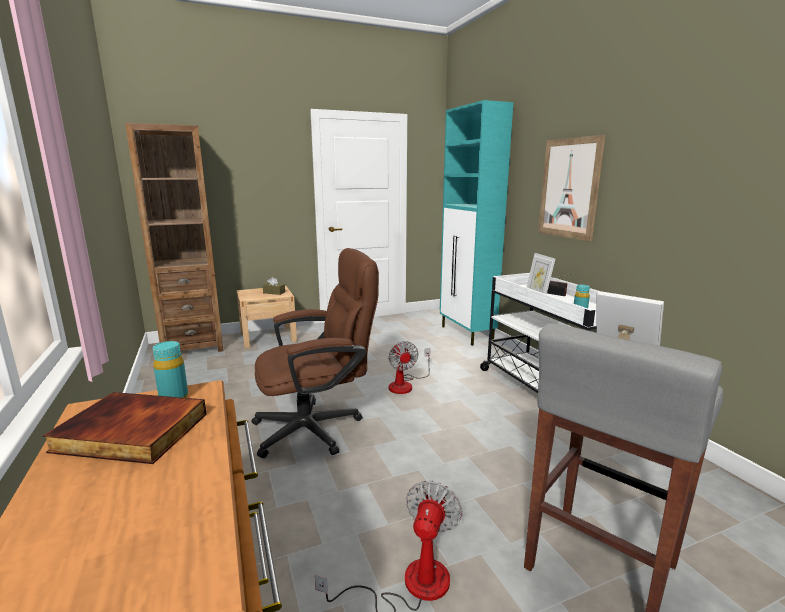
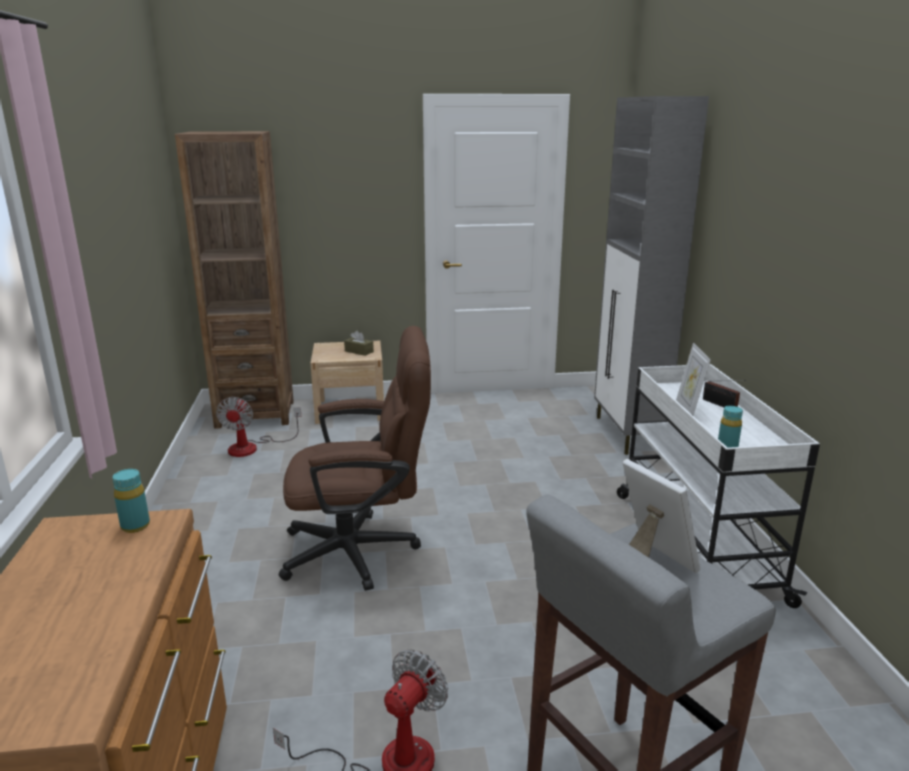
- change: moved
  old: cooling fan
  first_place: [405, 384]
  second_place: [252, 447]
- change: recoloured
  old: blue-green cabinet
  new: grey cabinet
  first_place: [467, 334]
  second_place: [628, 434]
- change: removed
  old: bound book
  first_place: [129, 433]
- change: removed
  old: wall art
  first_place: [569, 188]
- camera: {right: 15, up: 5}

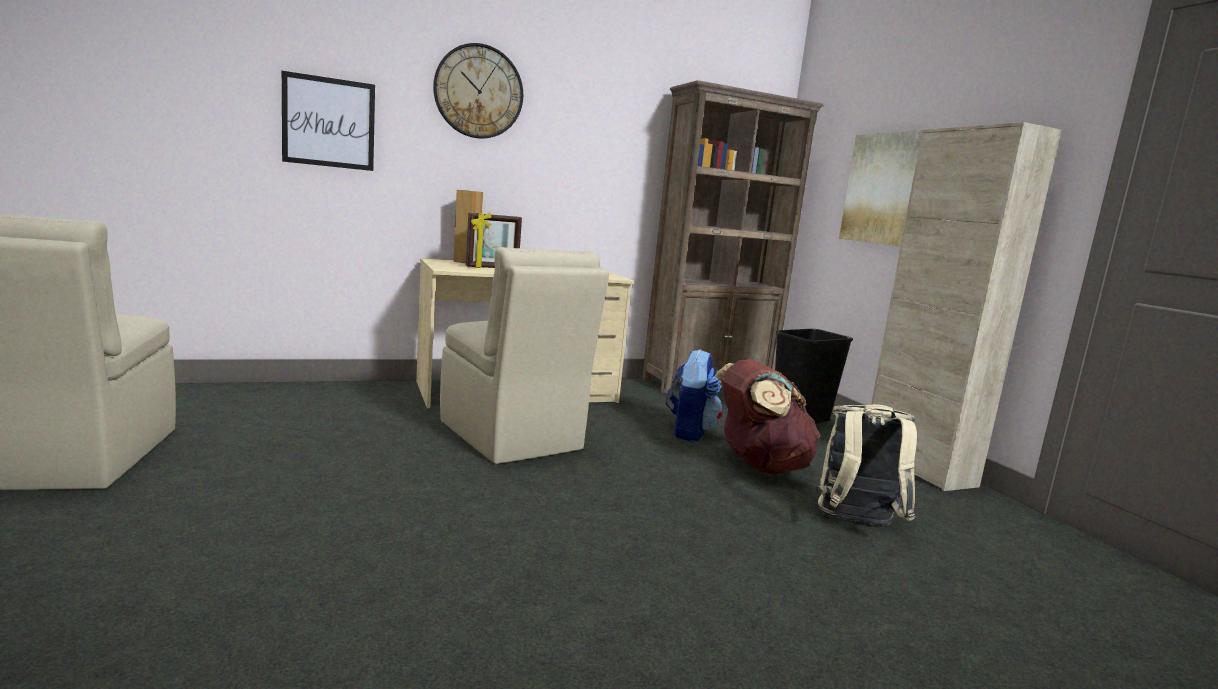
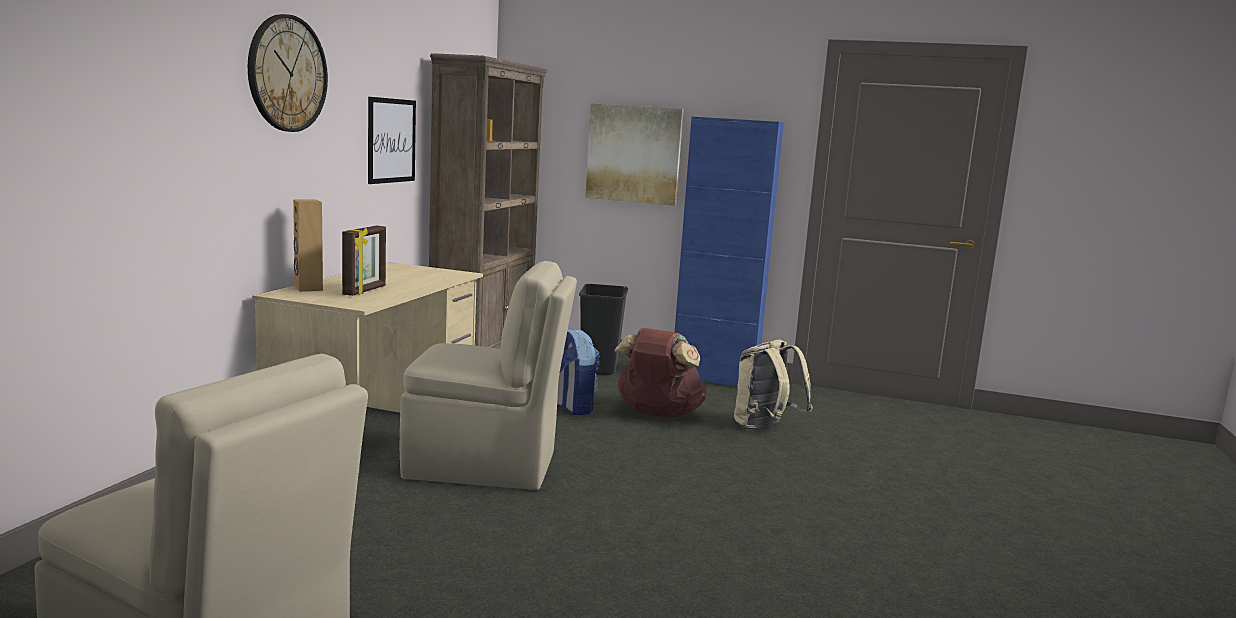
- change: moved
  old: wall art
  first_place: [329, 122]
  second_place: [391, 140]
- change: recoloured
  old: beige cabinet
  new: blue-coloured cabinet
  first_place: [917, 467]
  second_place: [714, 379]
- camera: {right: -50, up: 0}

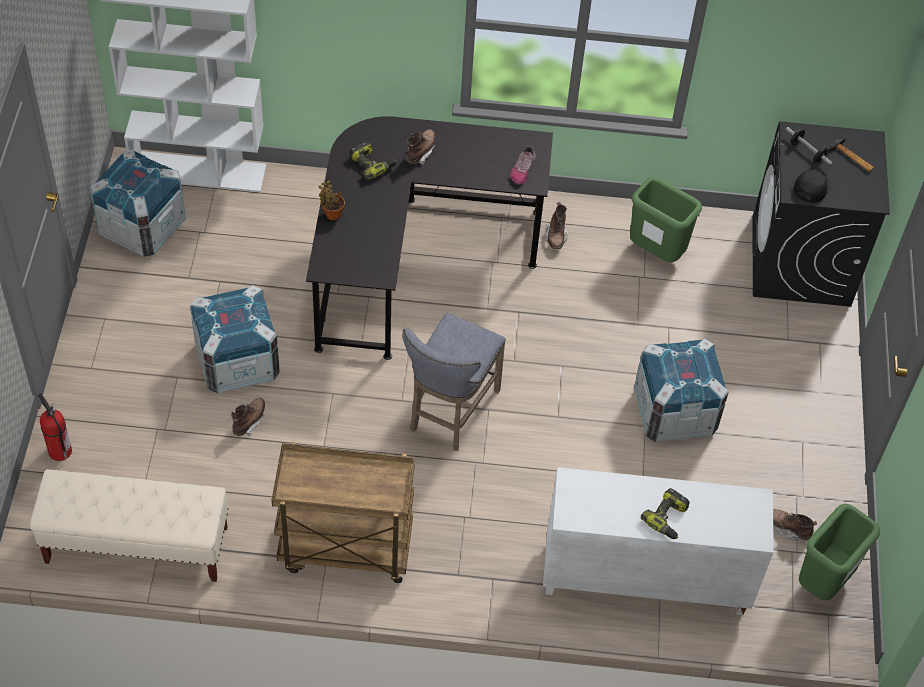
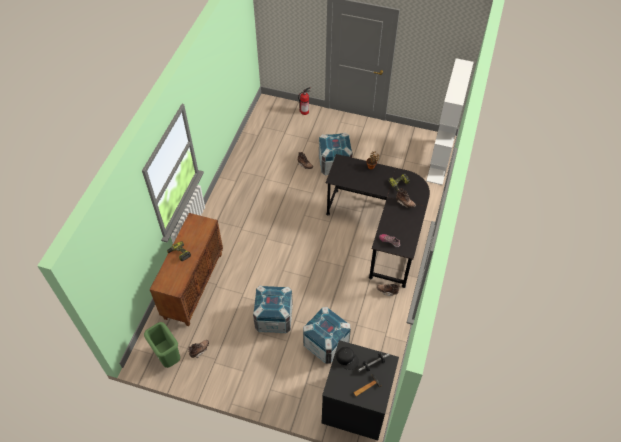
- change: recoloured
  old: white cabinet
  new: brownish cabinet
  first_place: [643, 579]
  second_place: [193, 285]
- change: moved
  old: crate
  first_place: [142, 227]
  second_place: [326, 343]
- change: removed
  old: beige indoor bench
  first_place: [136, 545]
- change: removed
  old: brownish trolley
  first_place: [344, 550]
- change: removed
  old: grey stool
  first_place: [450, 413]
- change: removed
  old: green-coloured rubbish bin
  first_place: [656, 253]
- camera: {right: 105, up: 0}

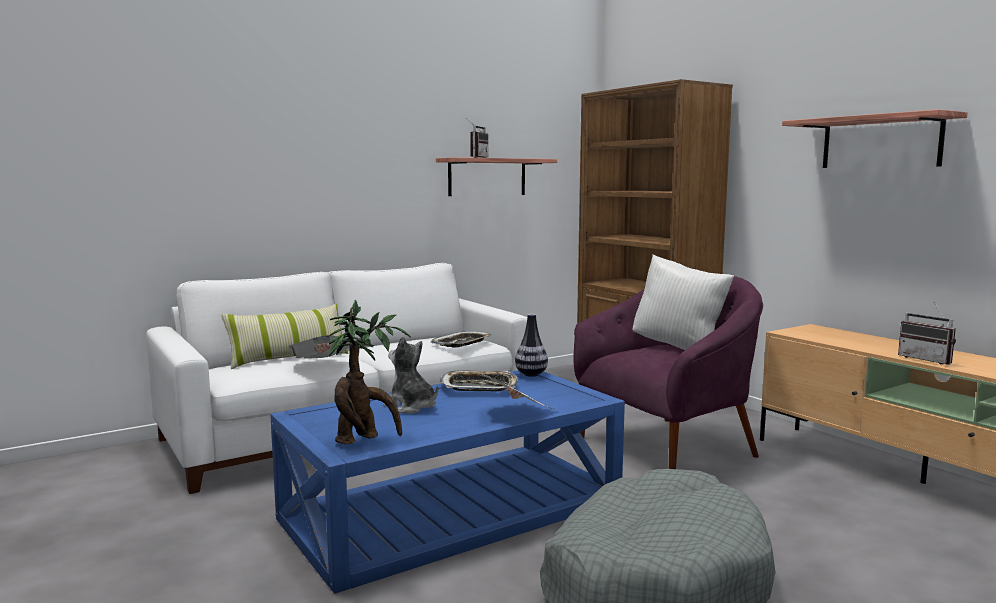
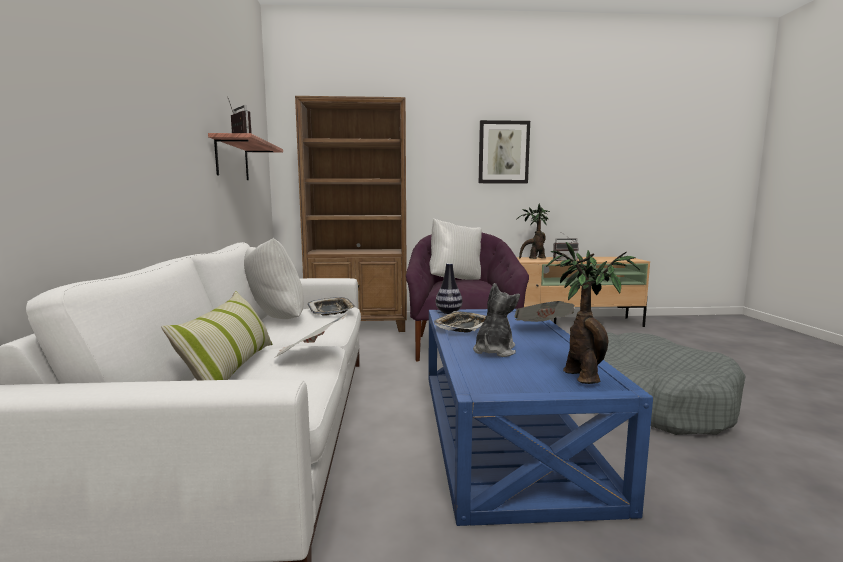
- change: added
  new: white cushion
  second_place: [274, 321]
- change: turned
  old: cuddly toy
  first_place: [411, 407]
  second_place: [494, 351]
  degrees: 135
- change: replaced
  old: bracket shelf
  new: wall art
  first_place: [880, 142]
  second_place: [503, 152]
- change: added
  new: potted plant
  second_place: [534, 258]
- camera: {right: -60, up: 0}

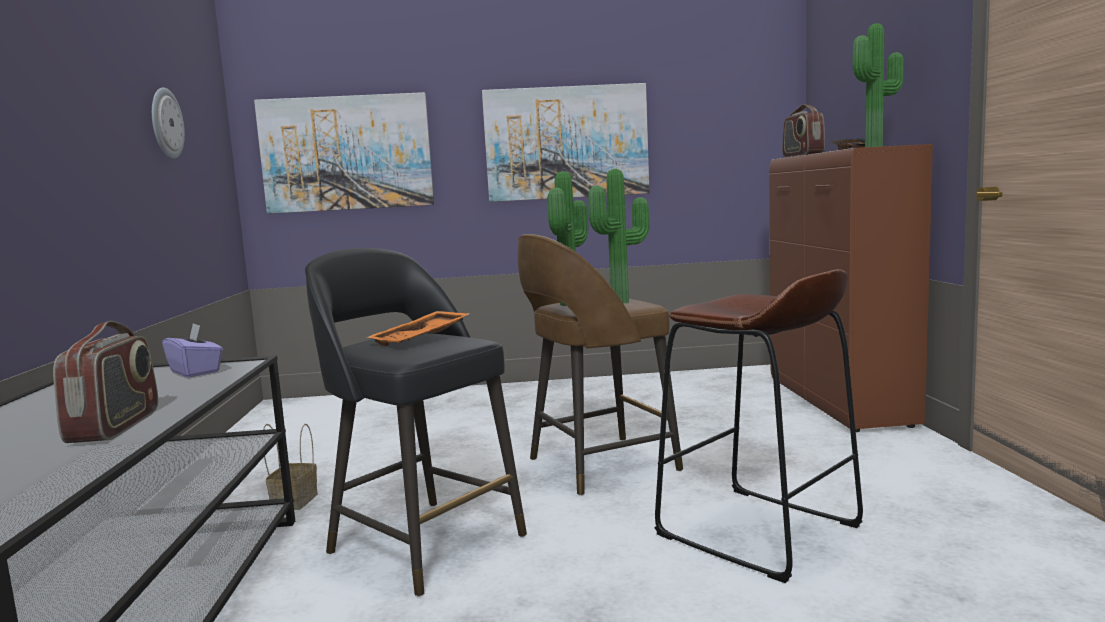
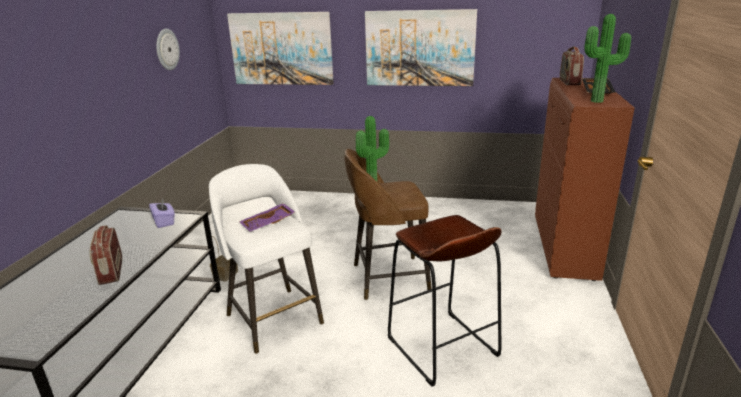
- change: turned
  old: radio set
  first_place: [116, 427]
  second_place: [111, 271]
  degrees: 150
- change: recoloured
  old: black-coloured stool
  new: white stool
  first_place: [423, 542]
  second_place: [273, 317]
- change: recoloured
  old: orangey tray
  new: purplish tray
  first_place: [422, 339]
  second_place: [268, 224]
- change: removed
  old: potted plant
  first_place: [623, 302]
- camera: {right: 15, up: 15}

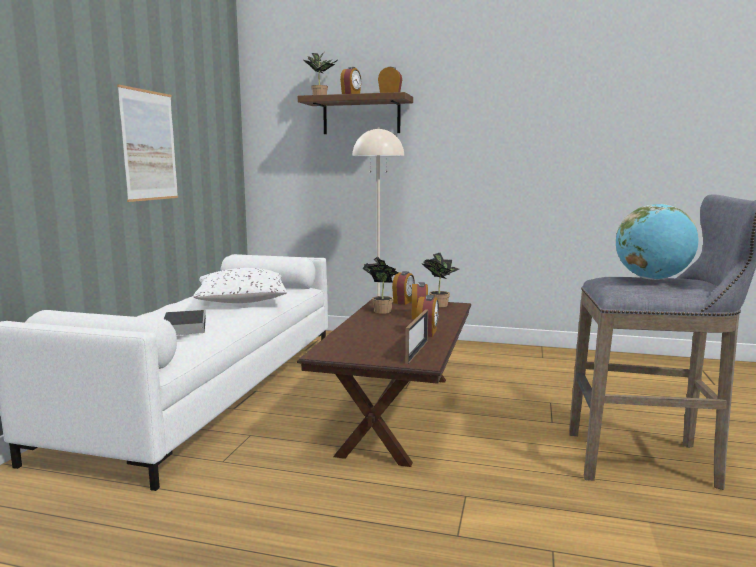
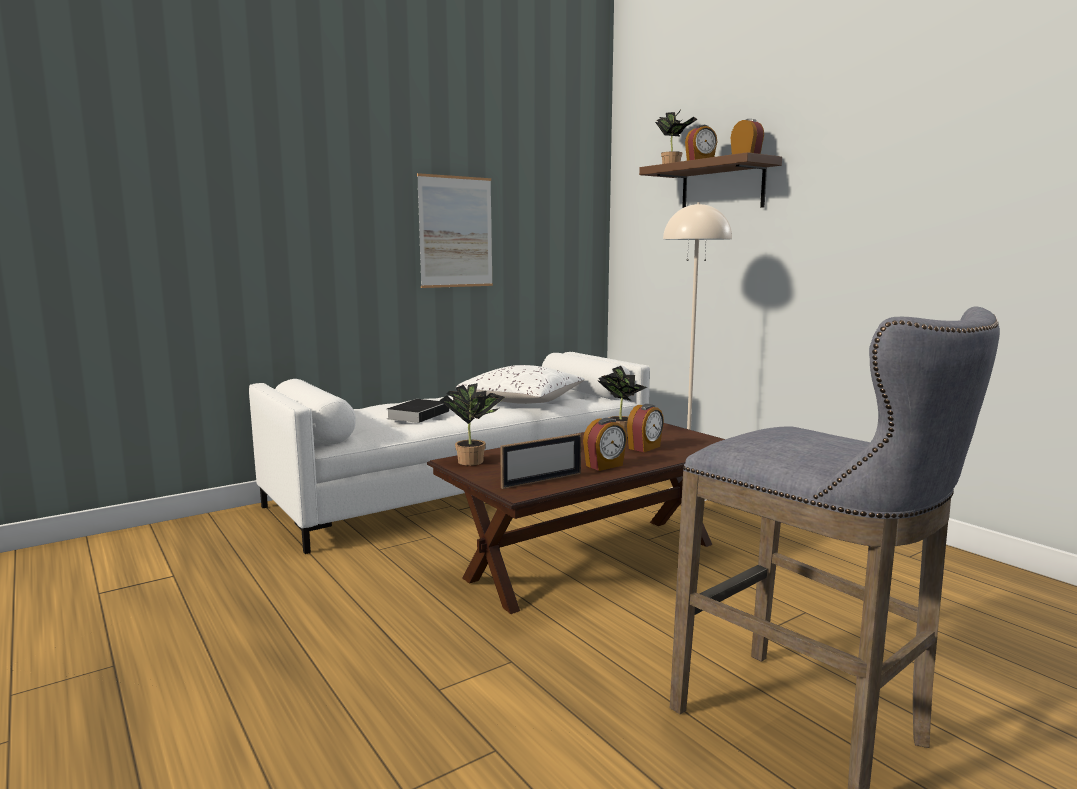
- change: moved
  old: potted plant
  first_place: [438, 304]
  second_place: [473, 460]
- change: removed
  old: bedside clock
  first_place: [403, 302]
- change: removed
  old: globe
  first_place: [652, 279]
- camera: {right: 40, up: 0}

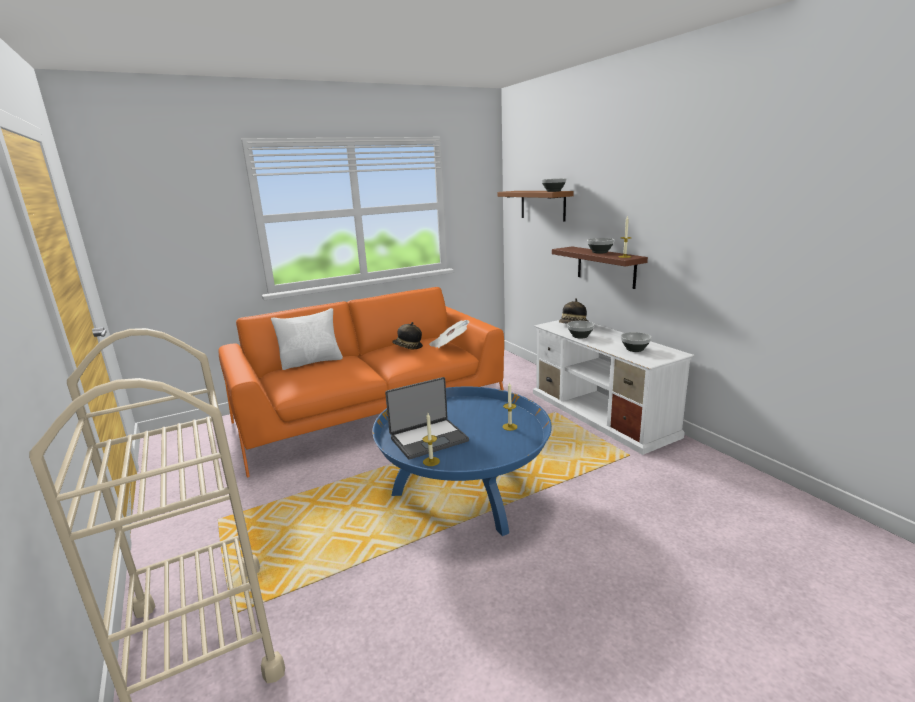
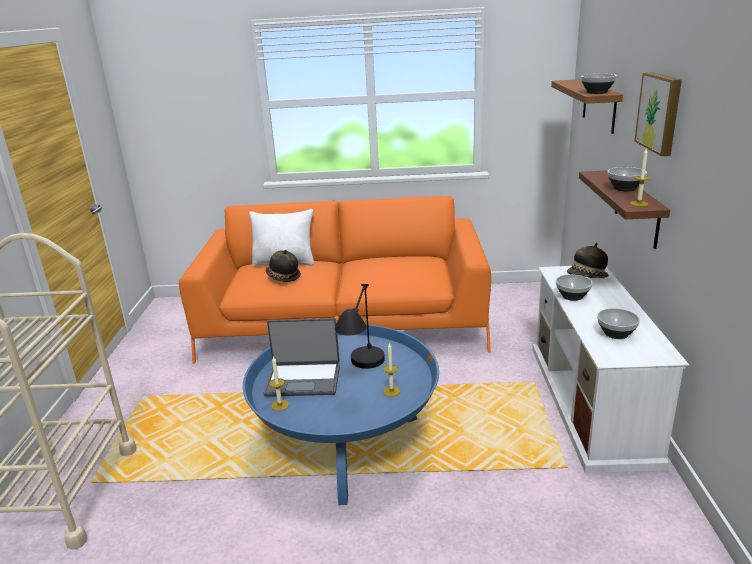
- change: moved
  old: clothing hat
  first_place: [407, 347]
  second_place: [283, 277]
- change: added
  new: black-coloured tabletop lamp
  second_place: [363, 376]
- change: added
  new: wall art
  second_place: [660, 112]
- change: removed
  old: daily paper
  first_place: [449, 344]
- camera: {right: 30, up: 5}

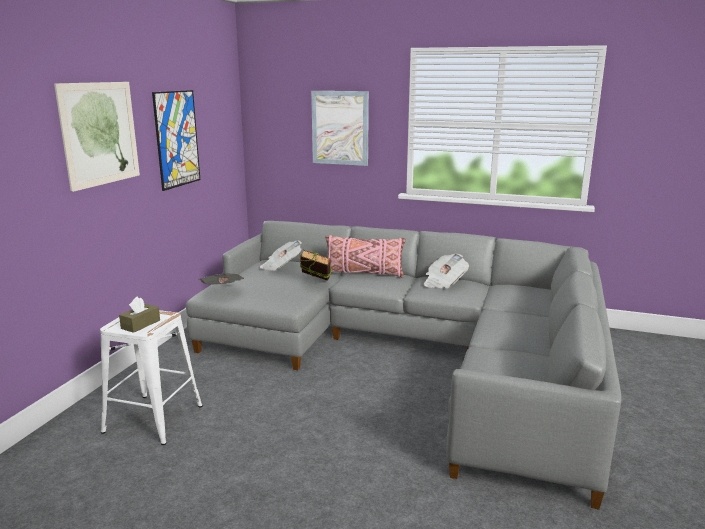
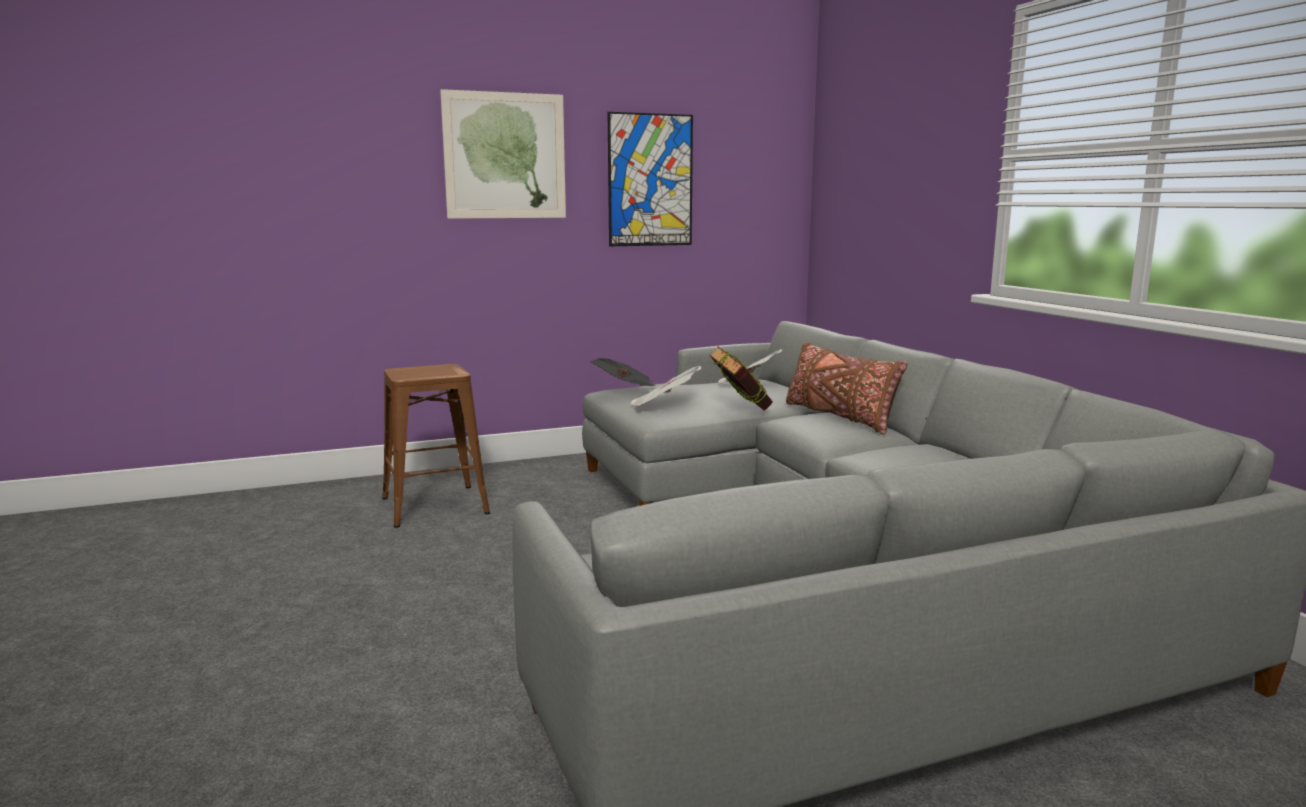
- change: recoloured
  old: white stool
  new: brownish stool
  first_place: [152, 418]
  second_place: [434, 505]
- change: moved
  old: daily paper
  first_place: [444, 283]
  second_place: [663, 406]
- change: recoloured
  old: pink-coloured cushion
  new: brownish cushion
  first_place: [364, 273]
  second_place: [839, 417]
- change: removed
  old: brownish tissue box
  first_place: [140, 324]
- change: removed
  old: wall art
  first_place: [340, 128]
- camera: {right: 50, up: -5}

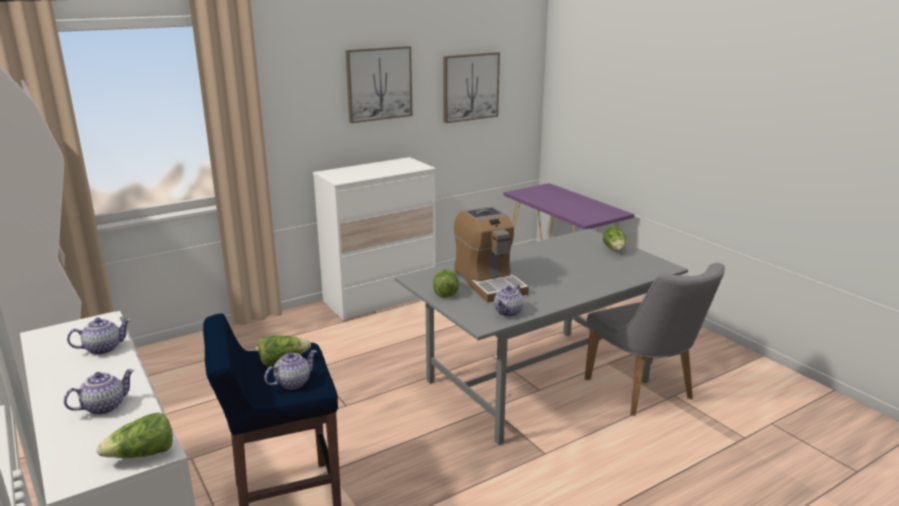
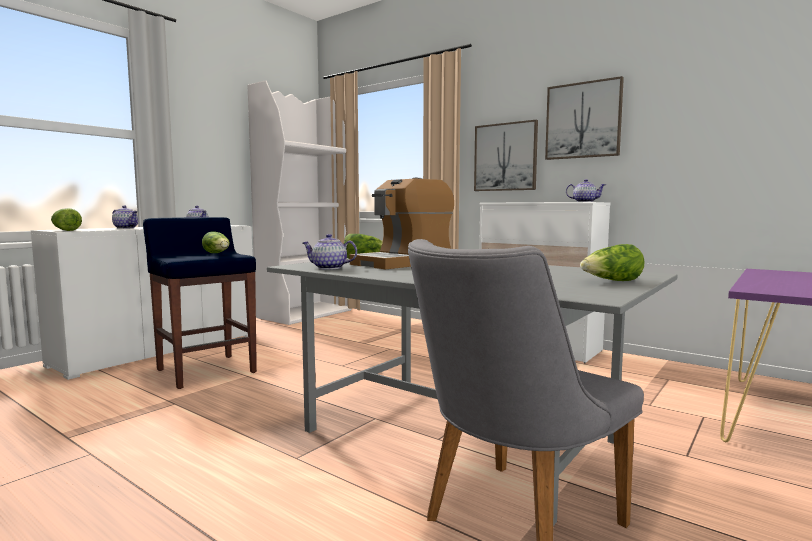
- change: moved
  old: wall art
  first_place: [470, 87]
  second_place: [505, 157]
- change: moved
  old: tea pot
  first_place: [292, 382]
  second_place: [584, 202]
- camera: {right: 70, up: -15}

